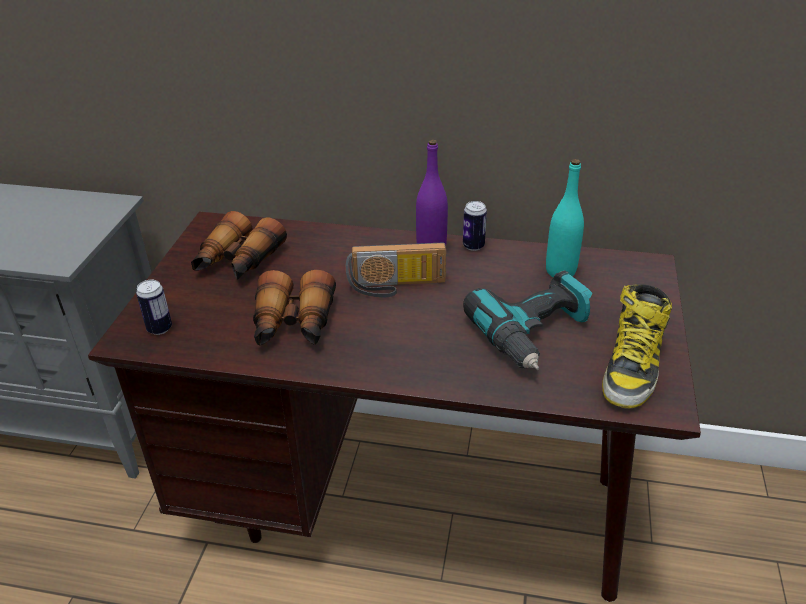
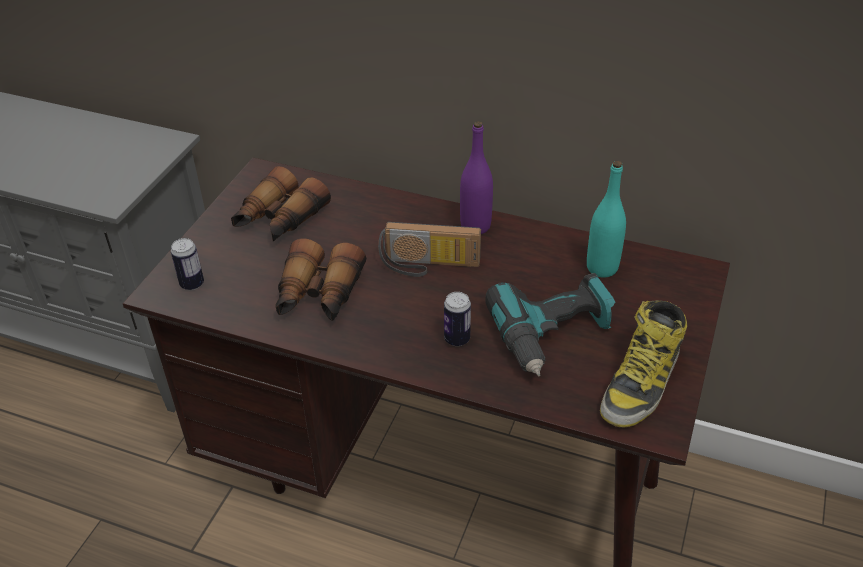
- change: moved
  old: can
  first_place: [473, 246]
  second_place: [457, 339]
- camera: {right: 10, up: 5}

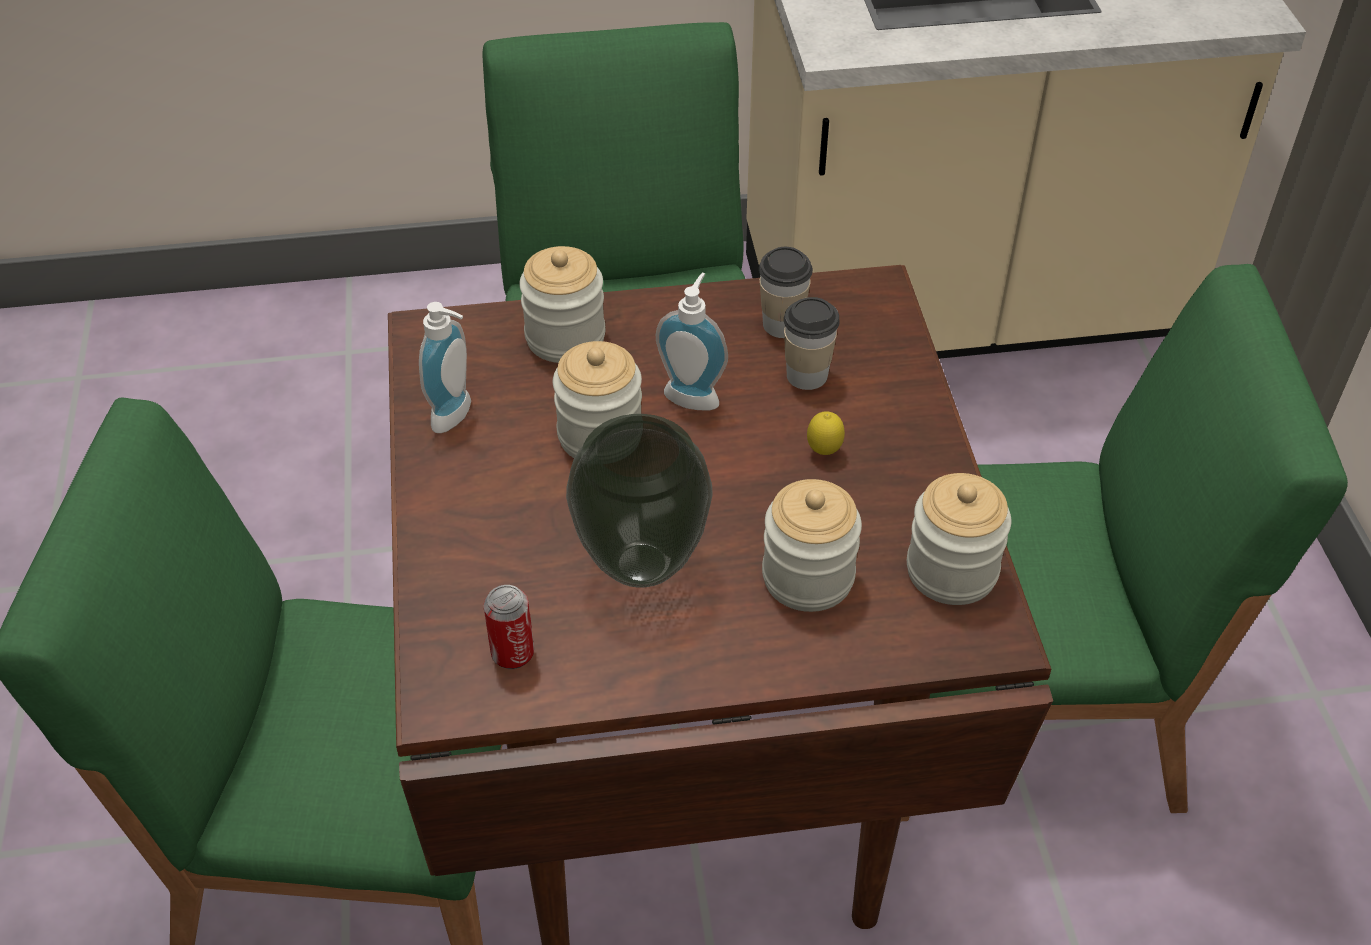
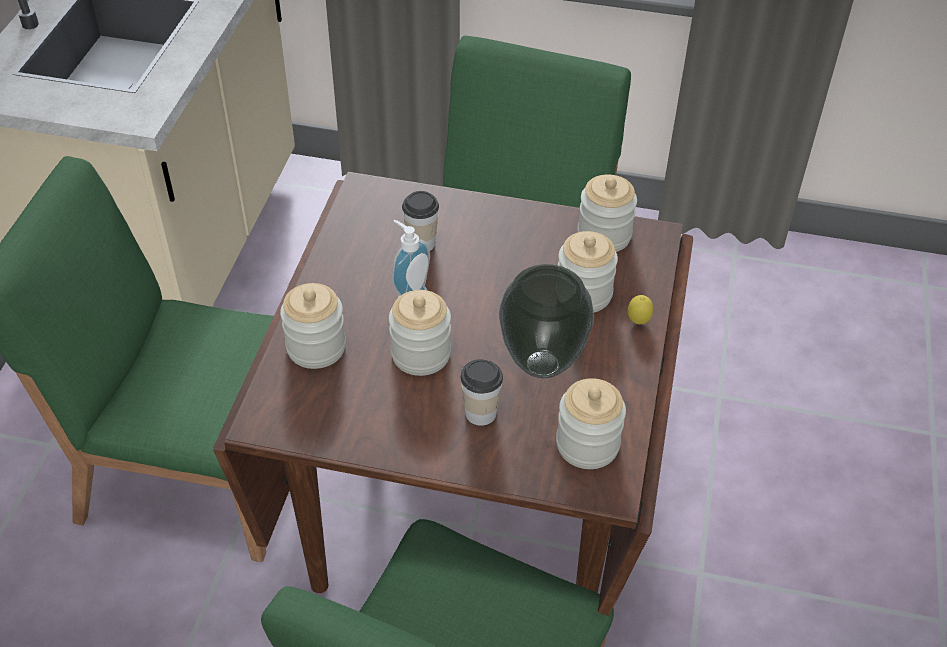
- change: moved
  old: small cup
  first_place: [782, 324]
  second_place: [480, 413]
- change: replaced
  old: can
  new: jar
  first_place: [512, 654]
  second_place: [587, 444]
- change: moved
  old: lemon
  first_place: [824, 452]
  second_place: [638, 322]
- change: removed
  old: liquid soap bottle
  first_place: [457, 416]
- camera: {right: -70, up: 0}

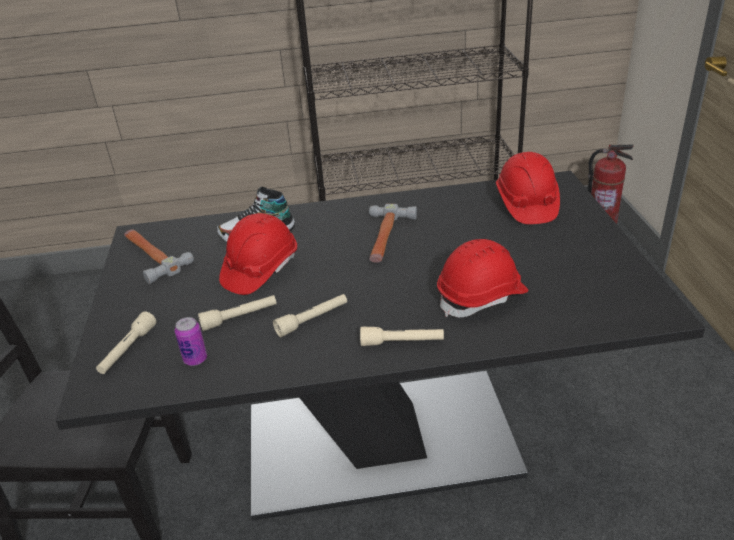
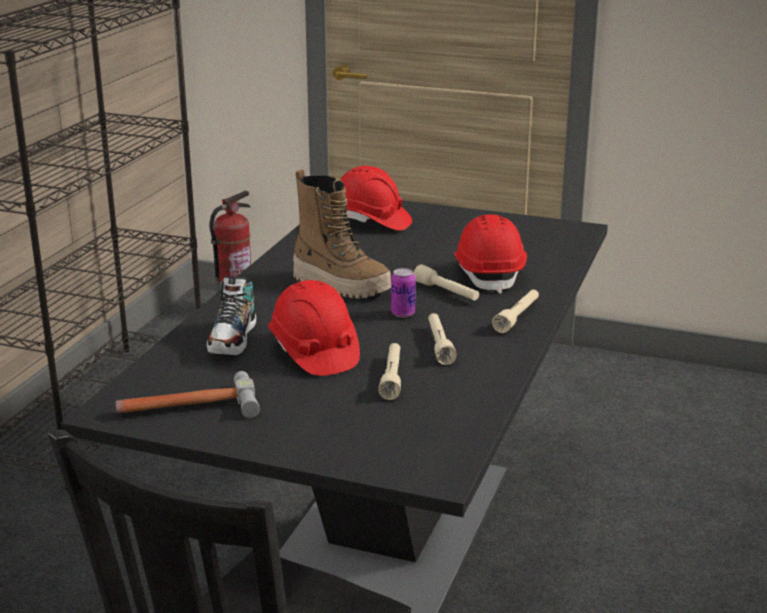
- change: replaced
  old: tool hammer
  new: tall boot
  first_place: [385, 239]
  second_place: [341, 285]
- change: moved
  old: can
  first_place: [195, 359]
  second_place: [403, 313]
- change: moved
  old: beige torch
  first_place: [128, 350]
  second_place: [446, 292]
- camera: {right: -65, up: -10}

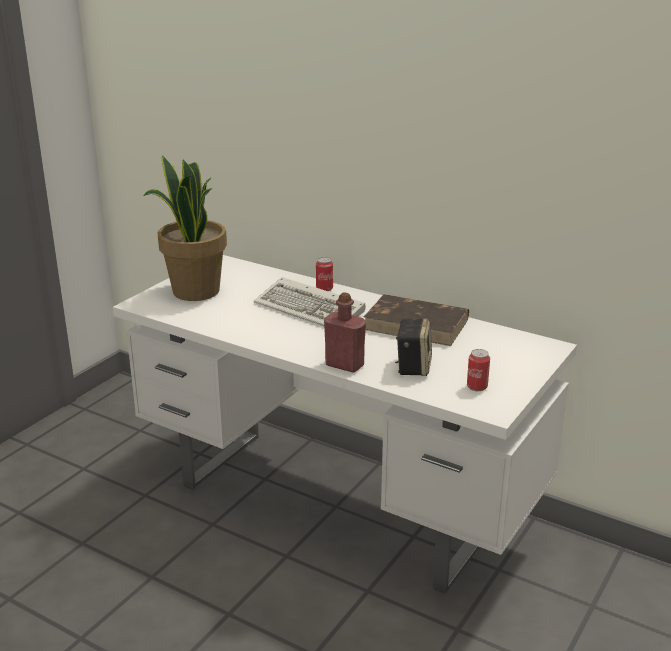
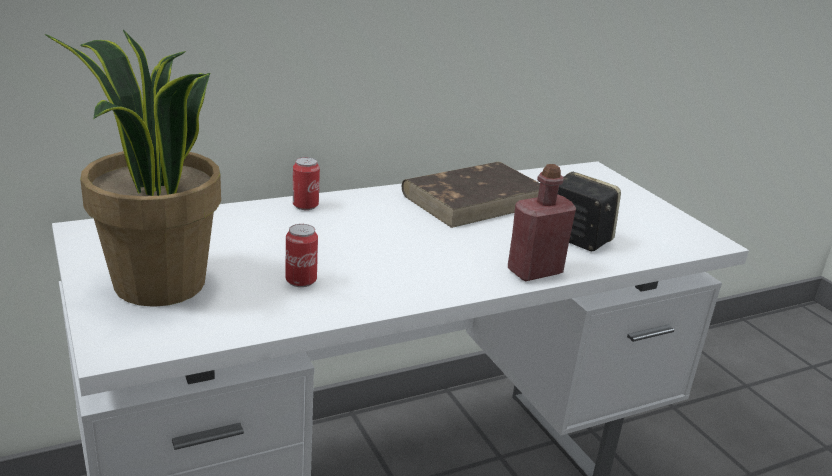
- change: moved
  old: can
  first_place: [477, 387]
  second_place: [301, 281]
- change: removed
  old: PC keyboard
  first_place: [312, 309]
- camera: {right: -60, up: 0}

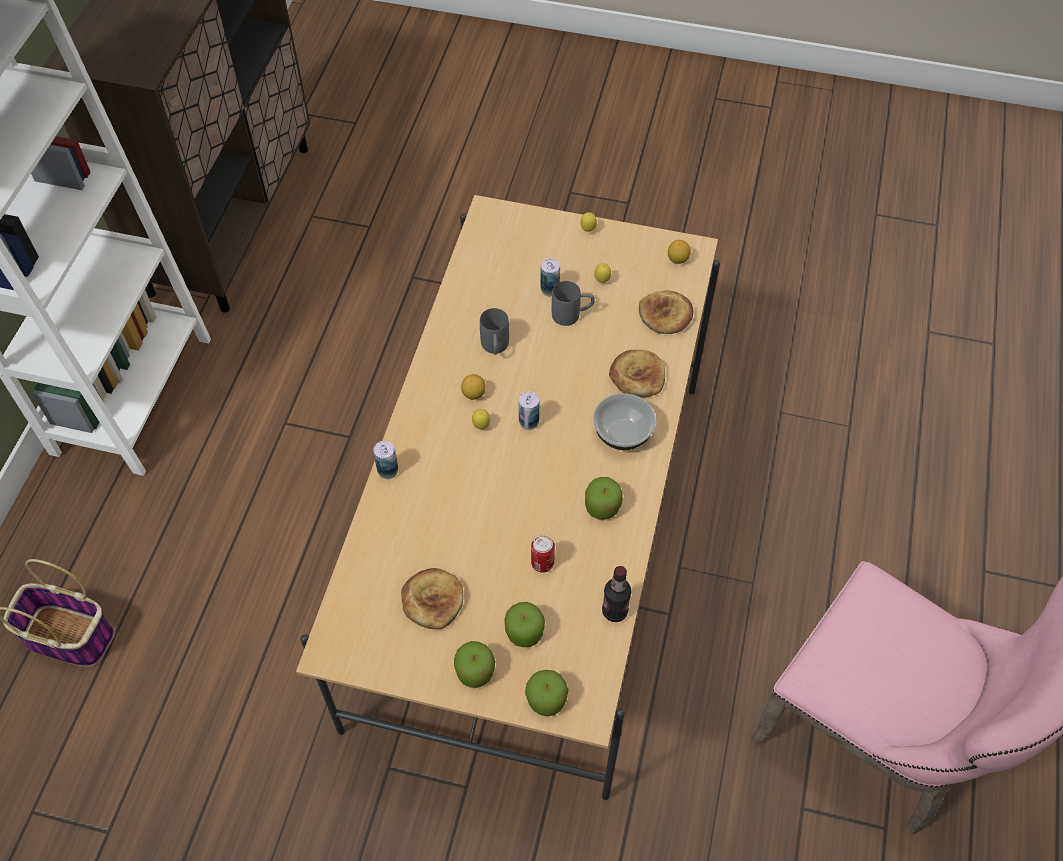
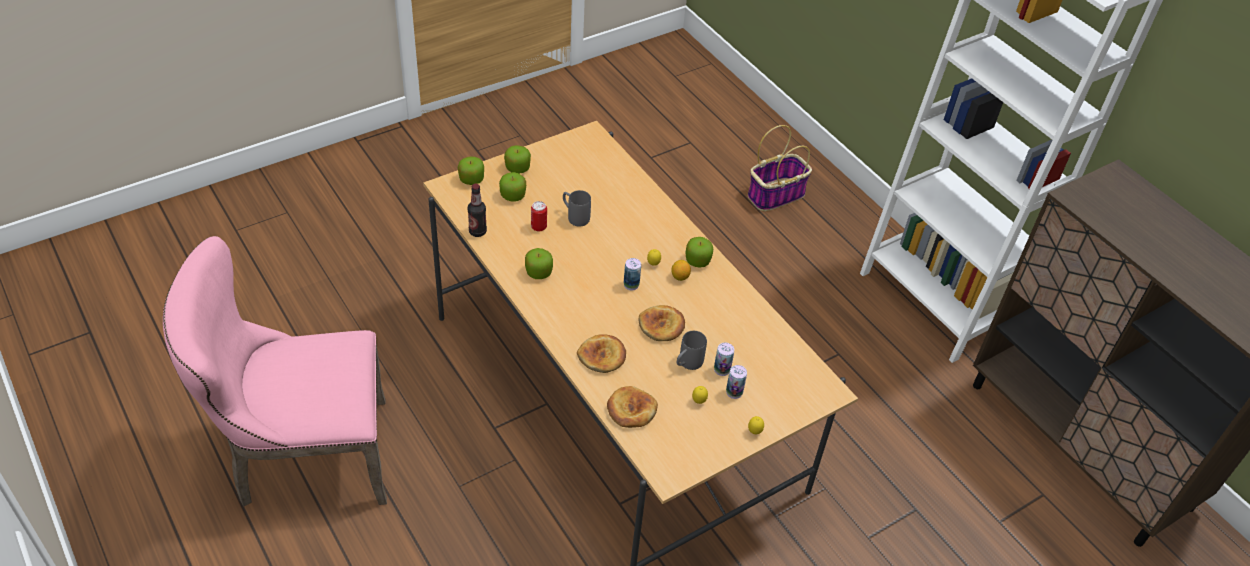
- change: moved
  old: grey mug
  first_place: [495, 348]
  second_place: [575, 216]
- change: moved
  old: bread
  first_place: [432, 600]
  second_place: [661, 326]
- change: added
  new: apple fruit
  second_place: [698, 260]
- change: moved
  old: can
  first_place: [388, 471]
  second_place: [734, 392]
- change: removed
  old: serving bowl
  first_place: [623, 433]
- change: removed
  old: lemon
  first_place: [677, 259]
- camera: {right: 130, up: -10}

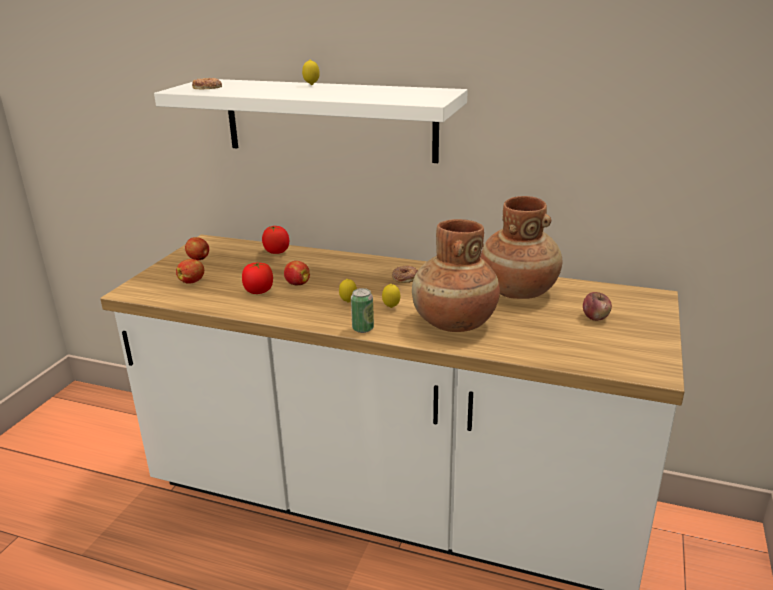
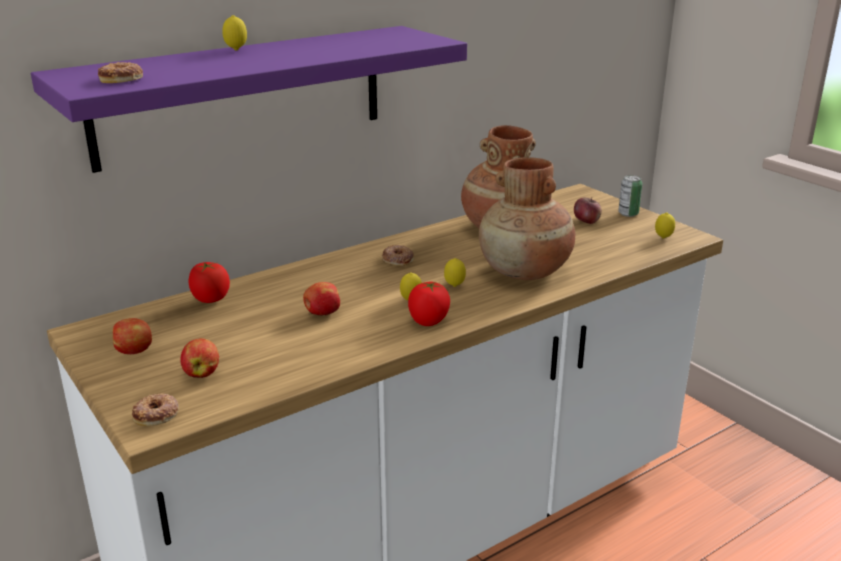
- change: recoloured
  old: white bracket shelf
  new: purplish bracket shelf
  first_place: [329, 119]
  second_place: [242, 95]
- change: added
  new: ring doughnut
  second_place: [157, 414]
- change: moved
  old: tomato
  first_place: [259, 291]
  second_place: [428, 321]
- change: moved
  old: can
  first_place: [363, 329]
  second_place: [628, 214]
- change: added
  new: lemon
  second_place: [663, 238]
- camera: {right: -55, up: 0}

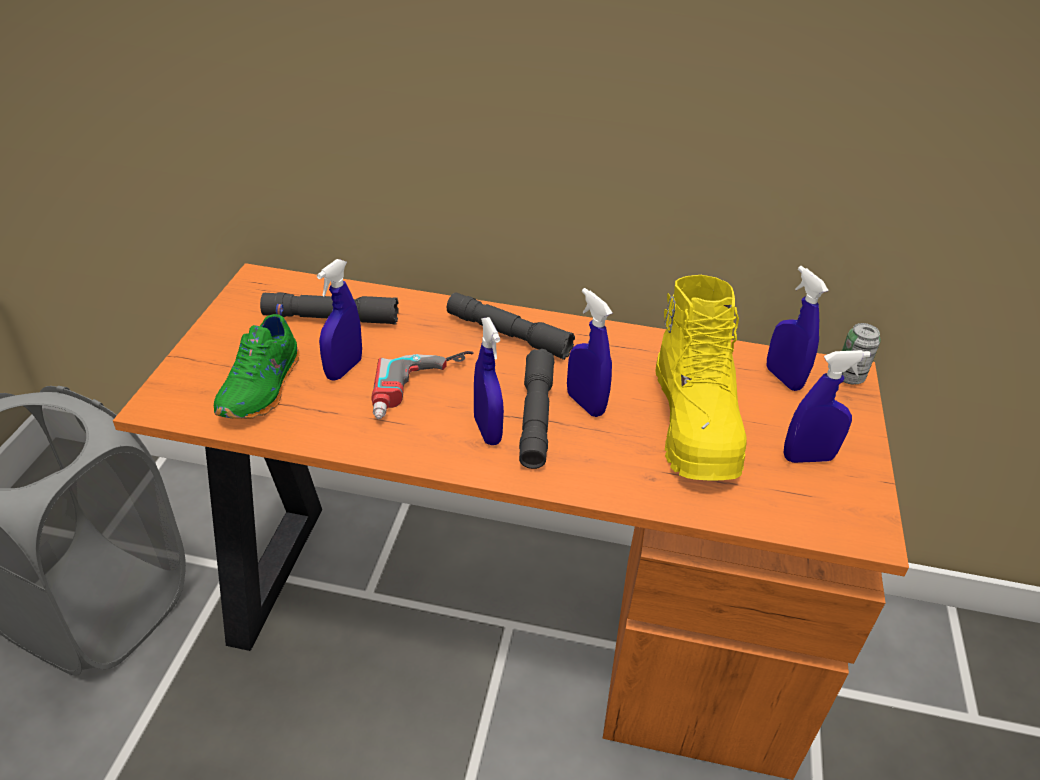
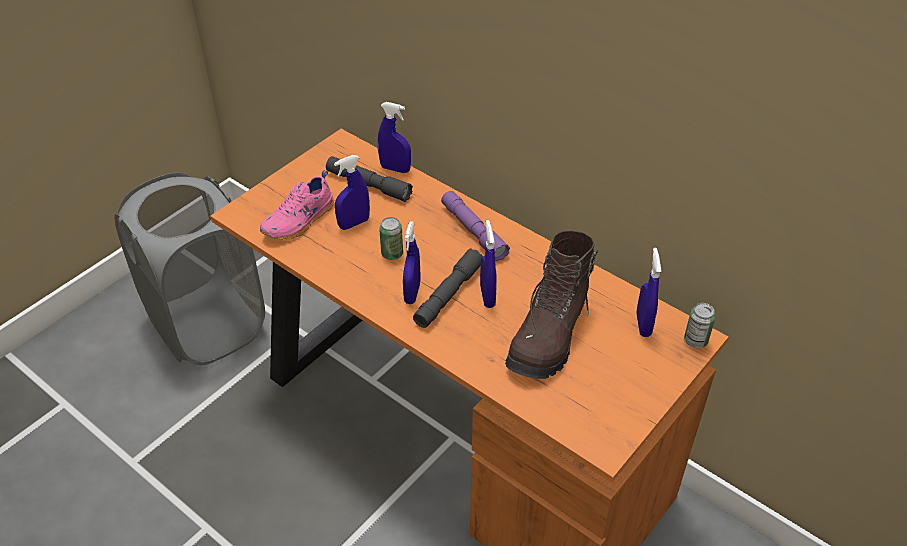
- change: recoloured
  old: green-coloured item of footwear
  new: pink-coloured item of footwear
  first_place: [263, 388]
  second_place: [300, 221]
- change: moved
  old: blue-coloured sprayer
  first_place: [808, 457]
  second_place: [395, 169]
- change: replaced
  old: drill
  new: can
  first_place: [424, 391]
  second_place: [392, 254]
- change: recoloured
  old: grey torch
  new: purplish torch
  first_place: [508, 335]
  second_place: [473, 231]
- change: recoloured
  old: yellowish tall boot
  new: brownish tall boot
  first_place: [695, 425]
  second_place: [550, 335]
- camera: {right: 30, up: 5}

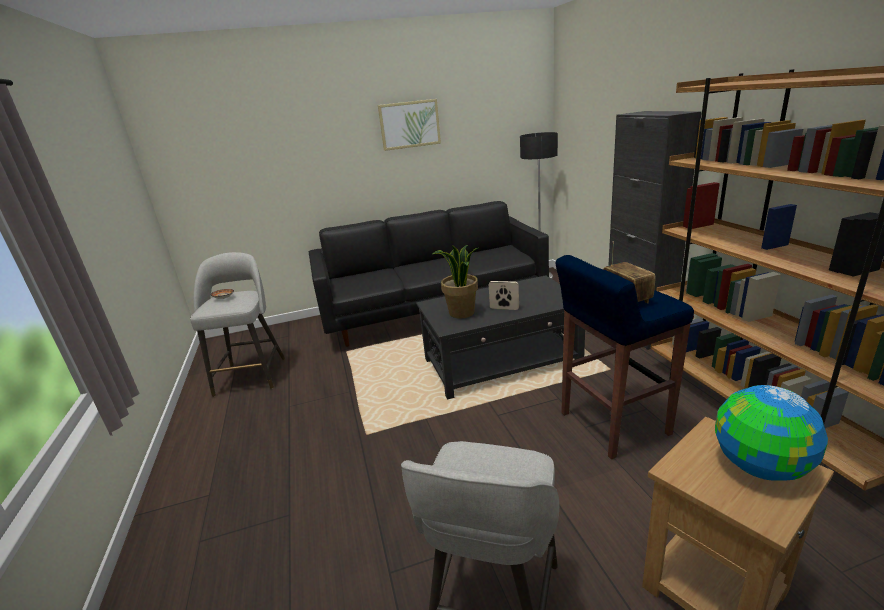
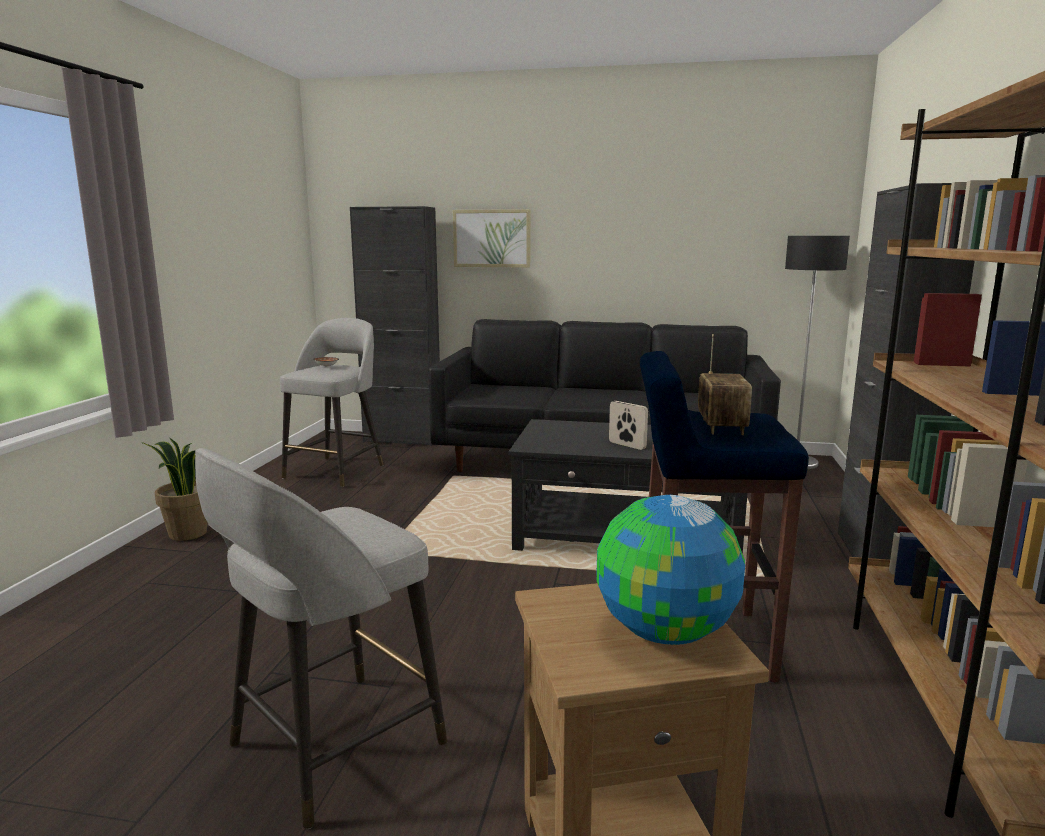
- change: moved
  old: potted plant
  first_place: [461, 313]
  second_place: [187, 534]
- change: added
  new: black-coloured cabinet
  second_place: [402, 439]
- change: moved
  old: wall art
  first_place: [409, 124]
  second_place: [492, 238]
- camera: {right: 25, up: -10}

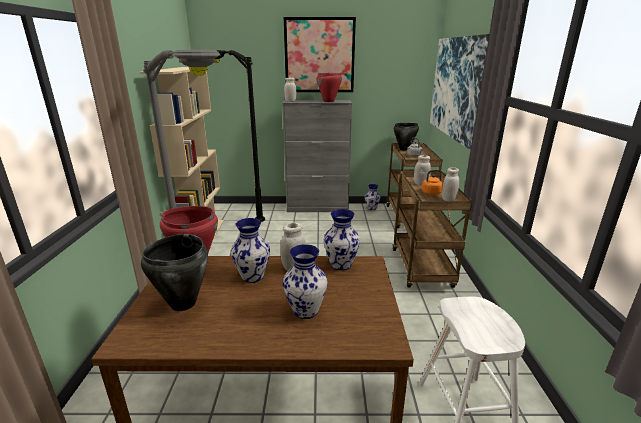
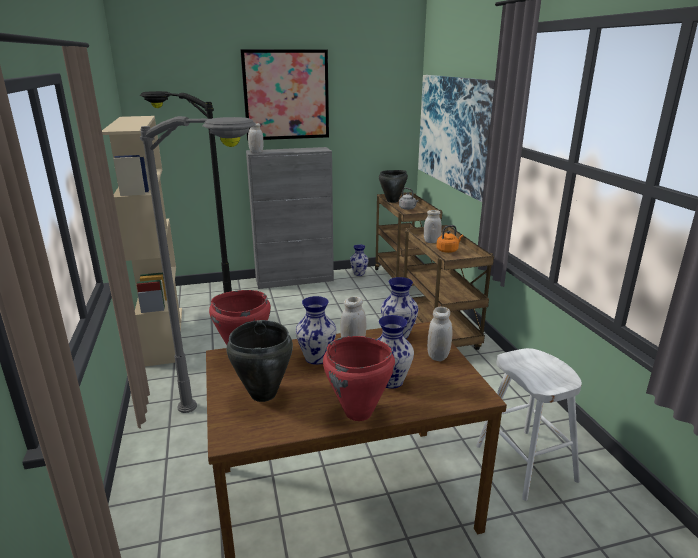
- change: moved
  old: red saucepot
  first_place: [328, 101]
  second_place: [358, 413]
- change: moved
  old: white jar
  first_place: [448, 199]
  second_place: [438, 356]
- camera: {right: -15, up: 0}

